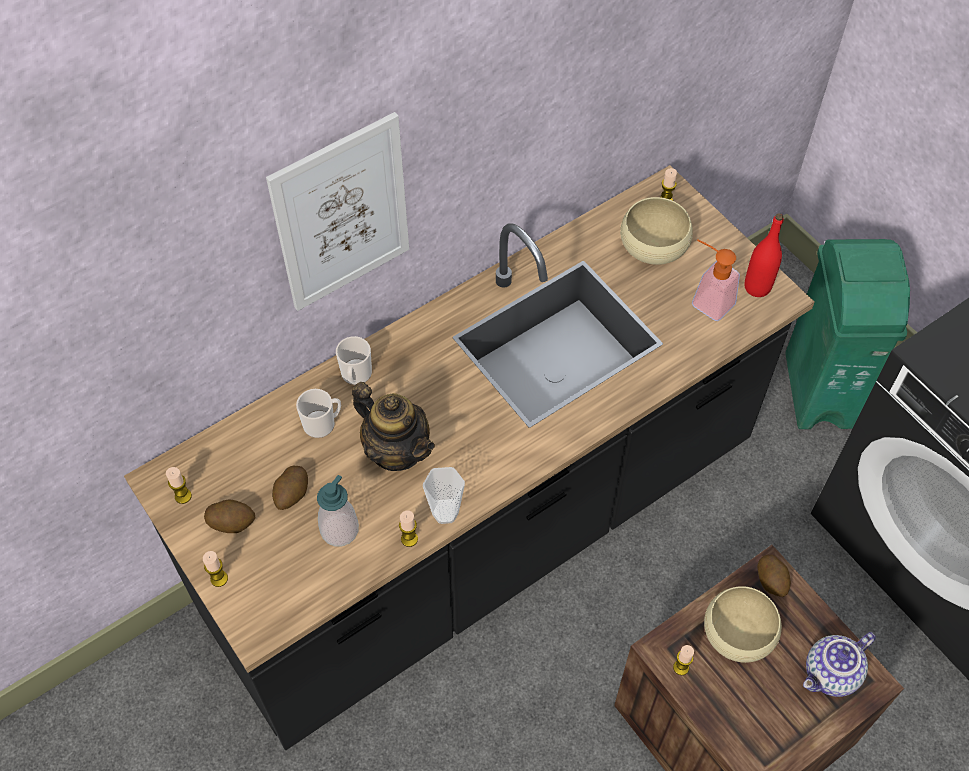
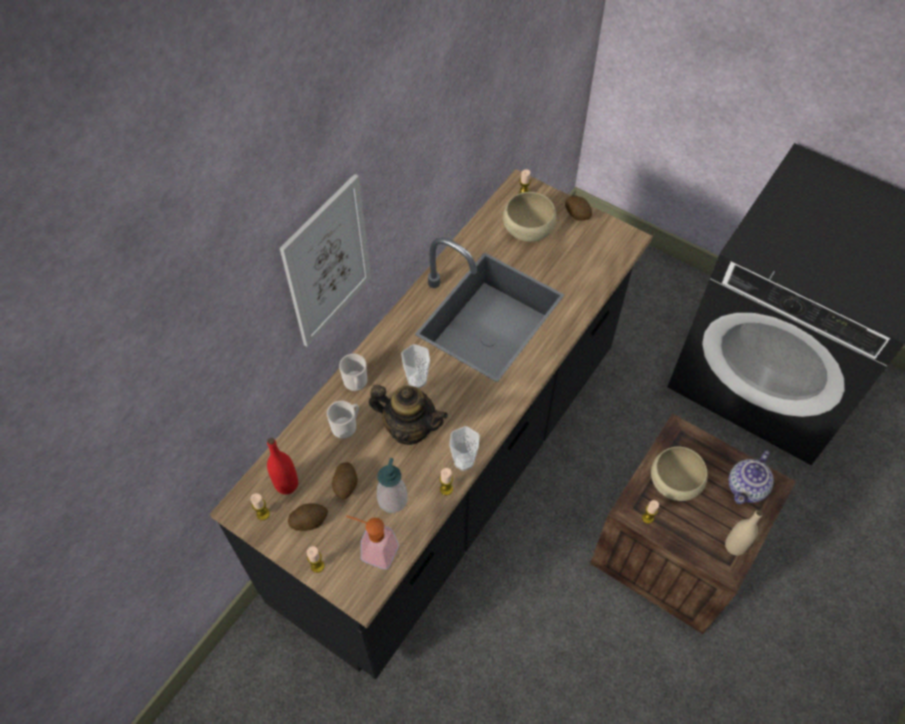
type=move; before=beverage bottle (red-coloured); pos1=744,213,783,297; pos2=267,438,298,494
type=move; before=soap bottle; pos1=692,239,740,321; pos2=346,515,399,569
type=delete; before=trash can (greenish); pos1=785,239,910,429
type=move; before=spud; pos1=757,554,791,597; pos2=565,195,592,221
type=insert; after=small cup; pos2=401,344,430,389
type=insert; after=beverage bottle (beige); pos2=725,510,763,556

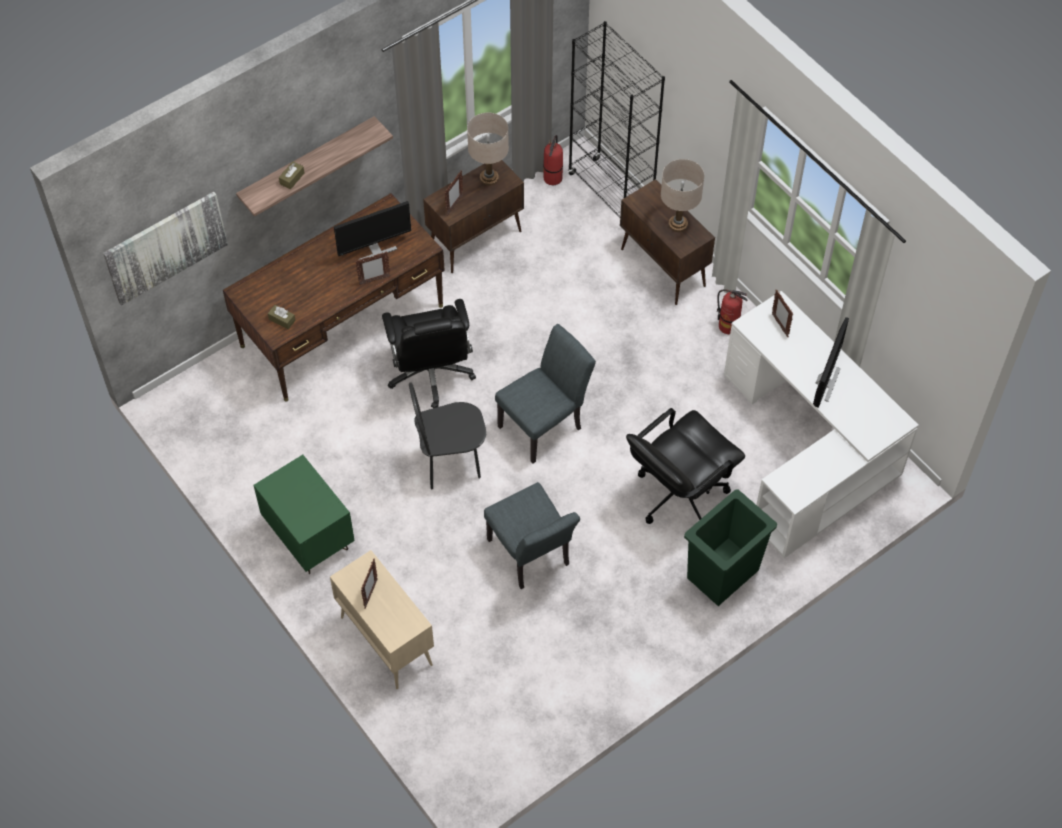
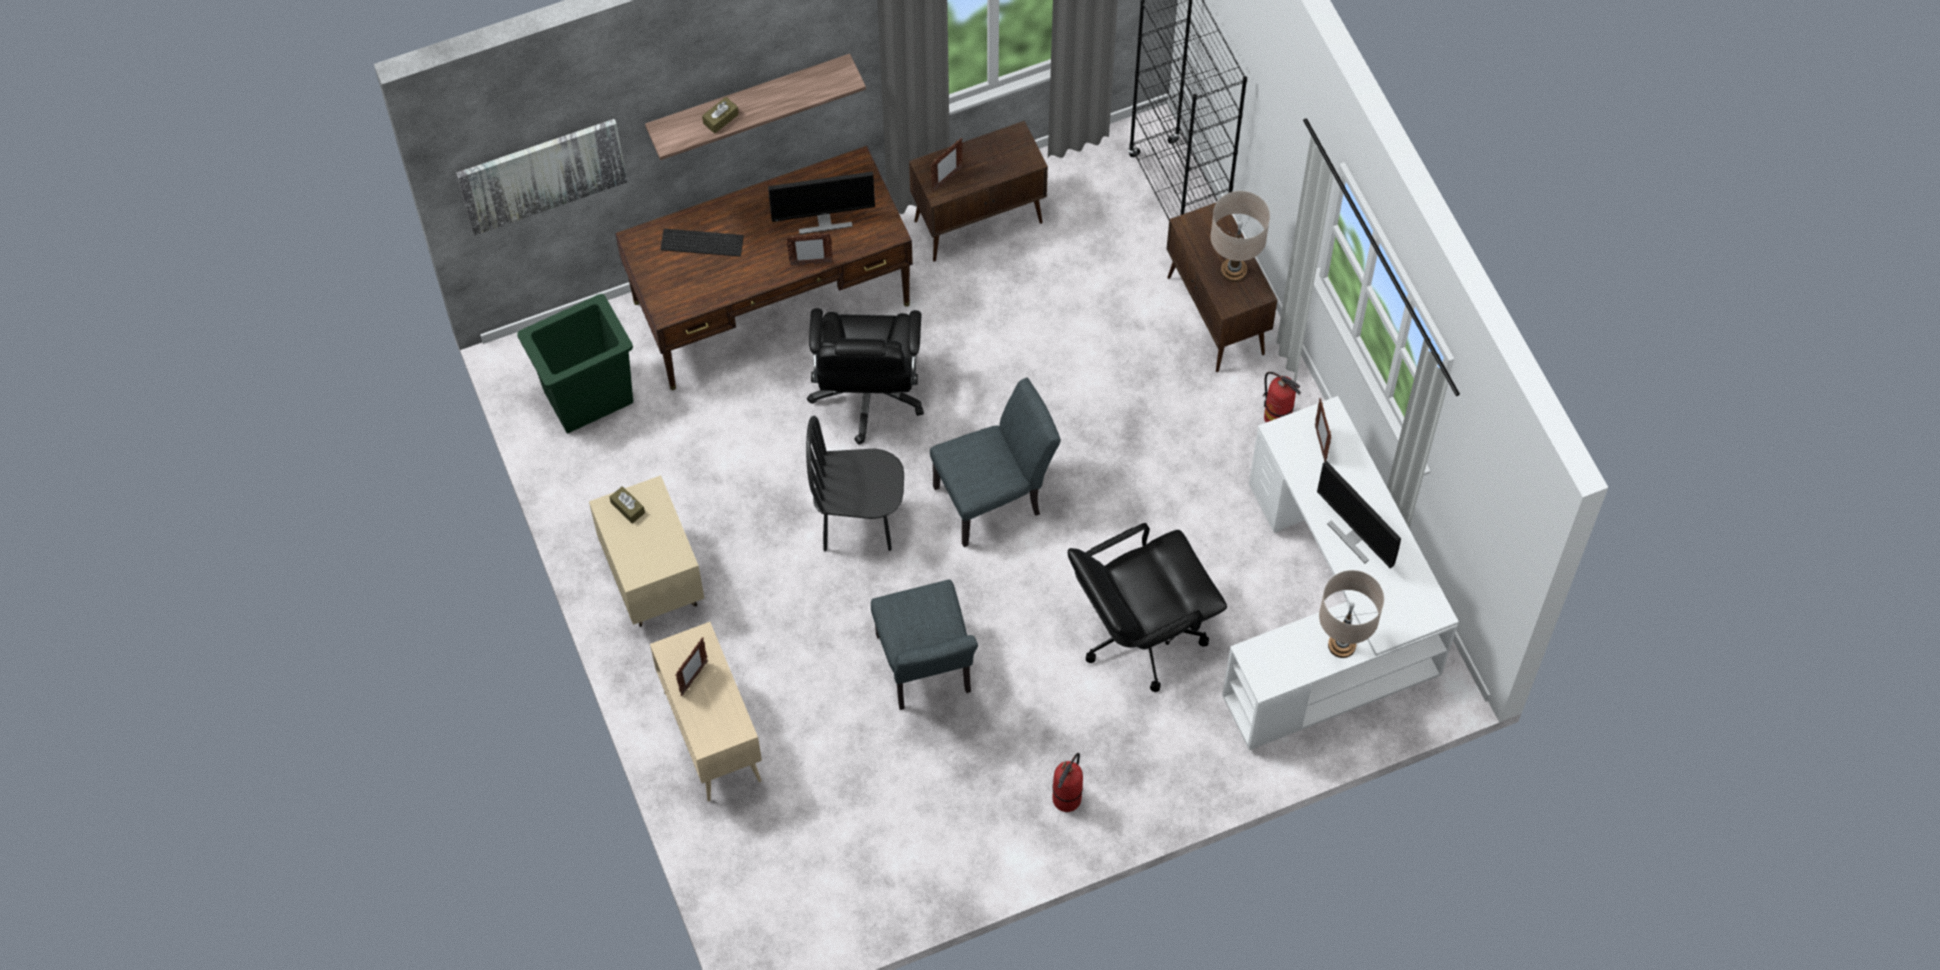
type=move; before=lamp for a table (beige); pos1=467,113,509,186; pos2=1319,570,1384,658
type=move; before=extinguisher; pos1=543,135,563,185; pos2=1053,753,1083,812
type=move; before=box of tissues (brown-coloured); pos1=268,305,296,329; pos2=610,486,645,524
type=rotate; before=computer screen; pos1=813,317,849,408; pos2=1317,461,1401,568; turn=105
type=recolor; before=nightstand (greenish); after=nightstand (beige); pos1=254,455,355,574; pos2=589,475,705,627
type=move; before=trash can (greenish); pos1=684,489,777,606; pos2=517,294,633,434
type=insert; after=keyboard; pos2=660,229,744,257

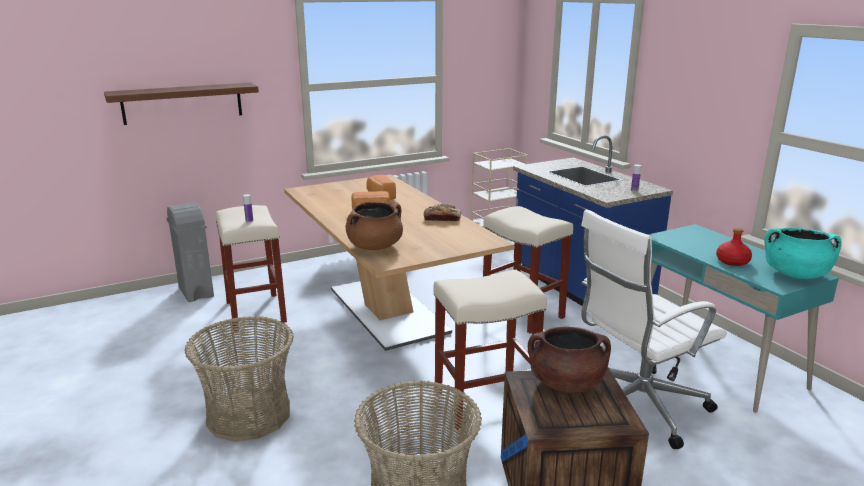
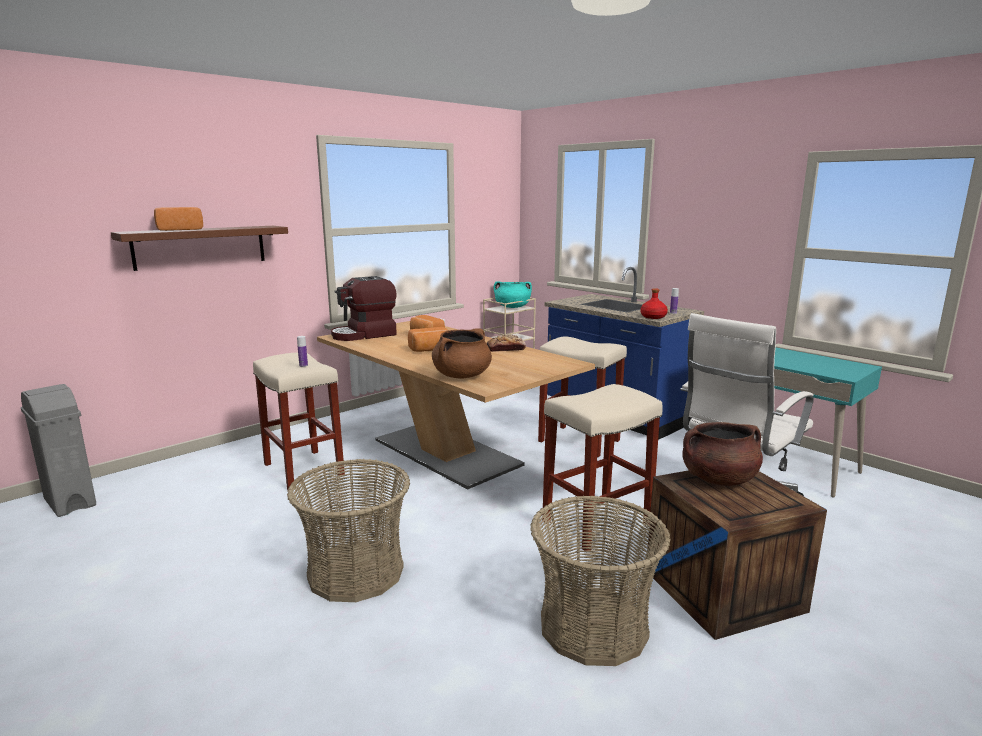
type=move; before=trash can (gray); pos1=167,202,214,302; pos2=21,384,96,517
type=move; before=beverage bottle (red-coloured); pos1=716,228,752,266; pos2=640,288,668,319
type=move; before=cooking pot (turquoise-coloured); pos1=764,228,842,279; pos2=494,281,532,308
type=insert; after=bread; pos2=154,207,203,231
type=insert; after=coffee machine; pos2=331,276,397,341

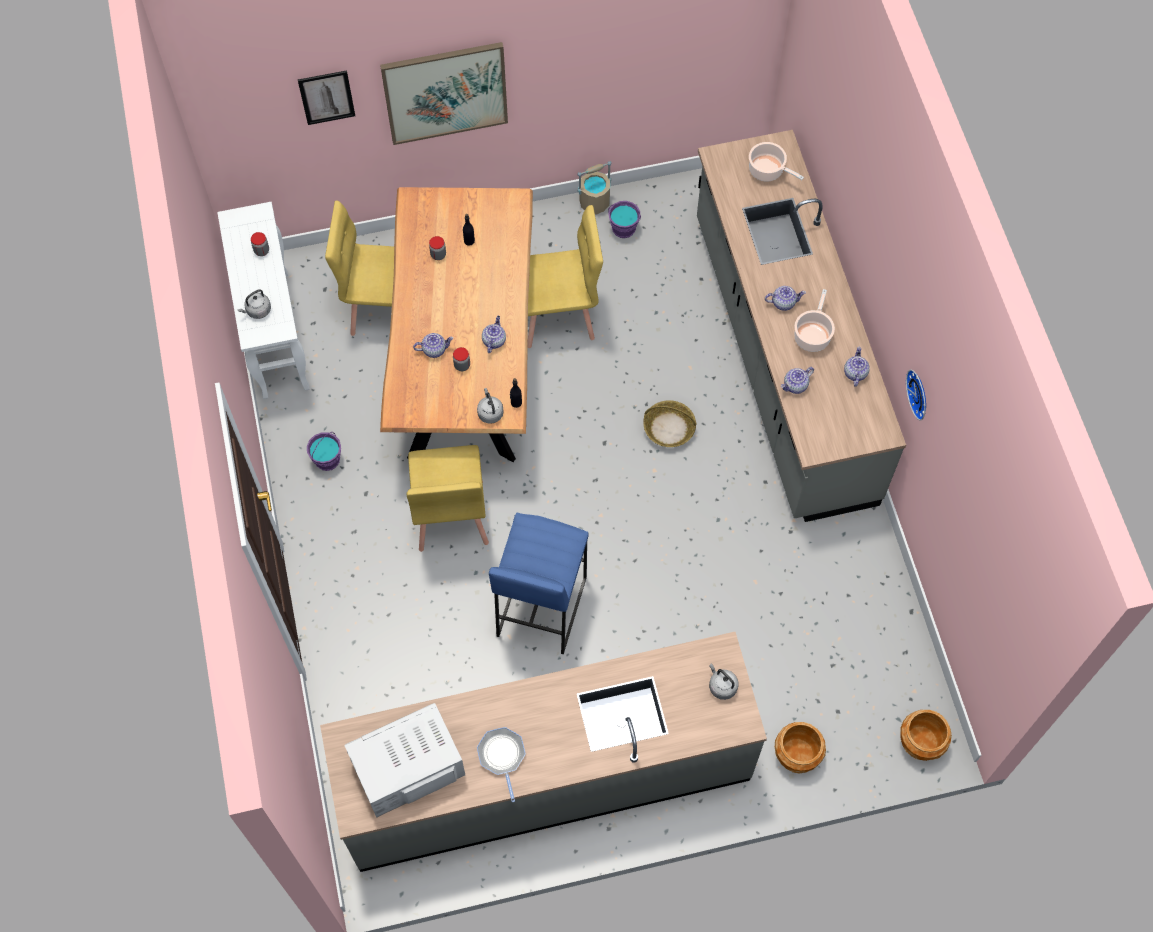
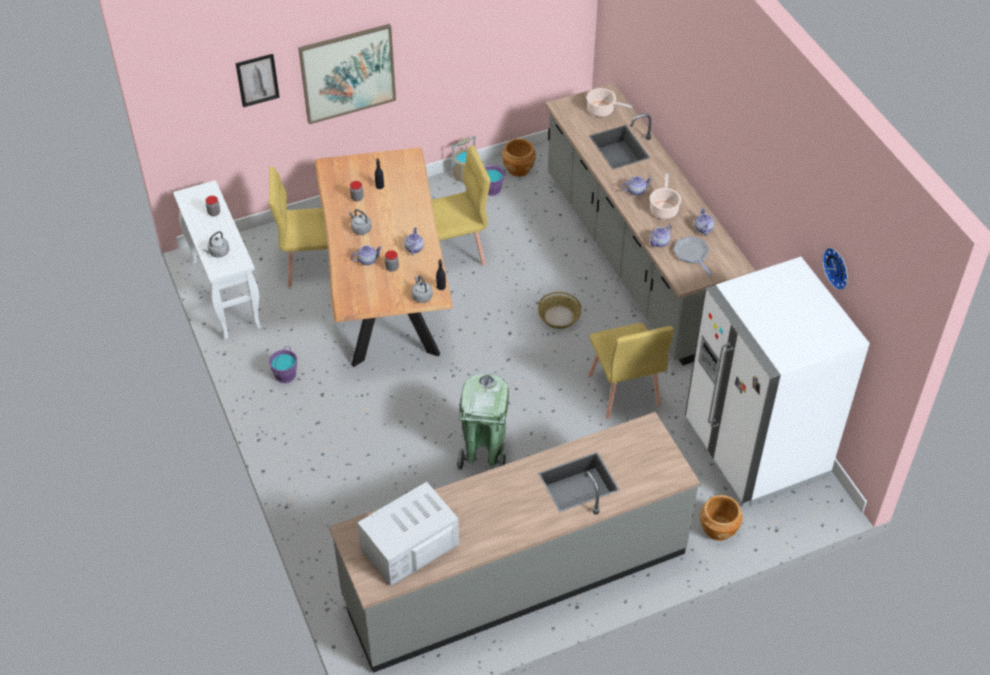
type=move; before=hanging clock; pos1=906,370,926,421; pos2=822,248,848,290
type=move; before=upright chair (yellow); pos1=406,445,489,552; pos2=588,323,674,419
type=replace; before=stool (blue); after=trash can (greenish); pos1=489,513,588,654; pos2=457,374,509,470
type=move; before=water kettle (gray); pos1=709,663,738,700; pos2=349,209,372,235
type=move; before=plant pot (brown-coloured); pos1=900,710,952,761; pos2=502,138,536,177
type=move; before=frying pan; pos1=477,727,526,802; pos2=674,237,712,276
type=insert; after=fridge (whitish); pos2=685,257,870,508

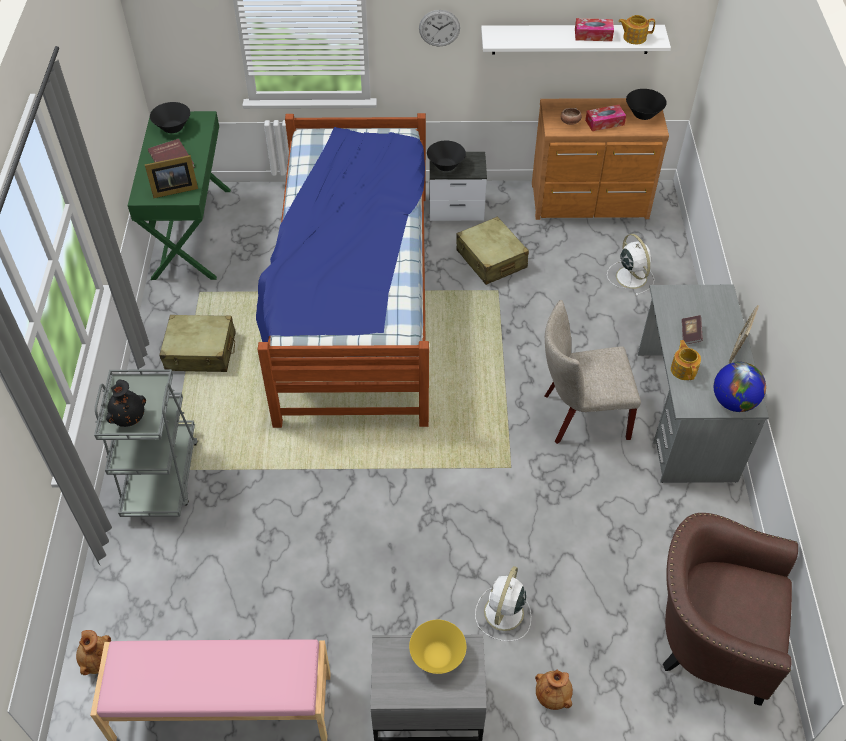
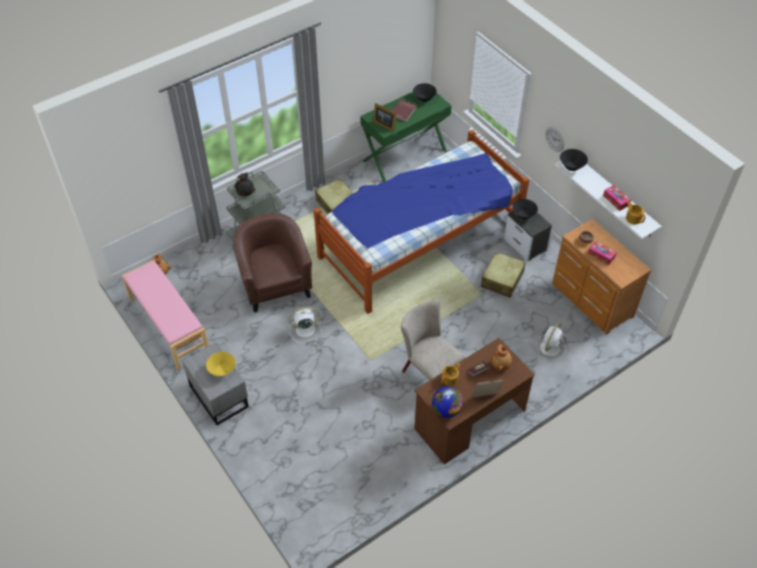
type=move; before=bowl (blackish); pos1=626,89,667,120; pos2=560,149,588,171
type=recolor; before=desk (gray); after=desk (brown-coloured); pos1=638,285,769,483; pos2=414,338,535,465
type=move; before=easy chair (brown-coloured); pos1=663,513,798,706; pos2=233,213,312,313
type=move; before=fan (whitish); pos1=475,566,531,641; pos2=289,307,322,343
type=move; before=decorative vase (brown-coloured); pos1=535,670,573,710; pos2=491,344,512,371

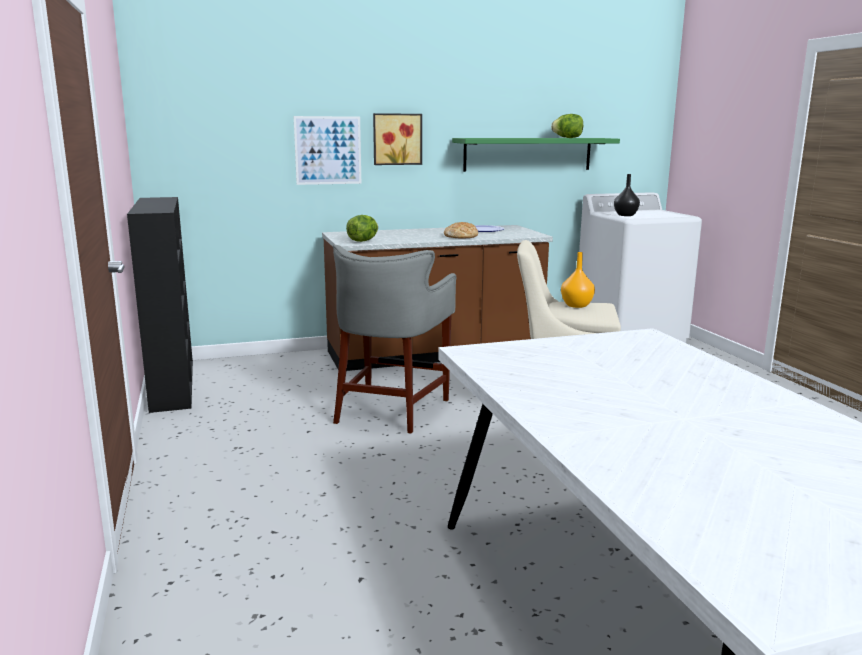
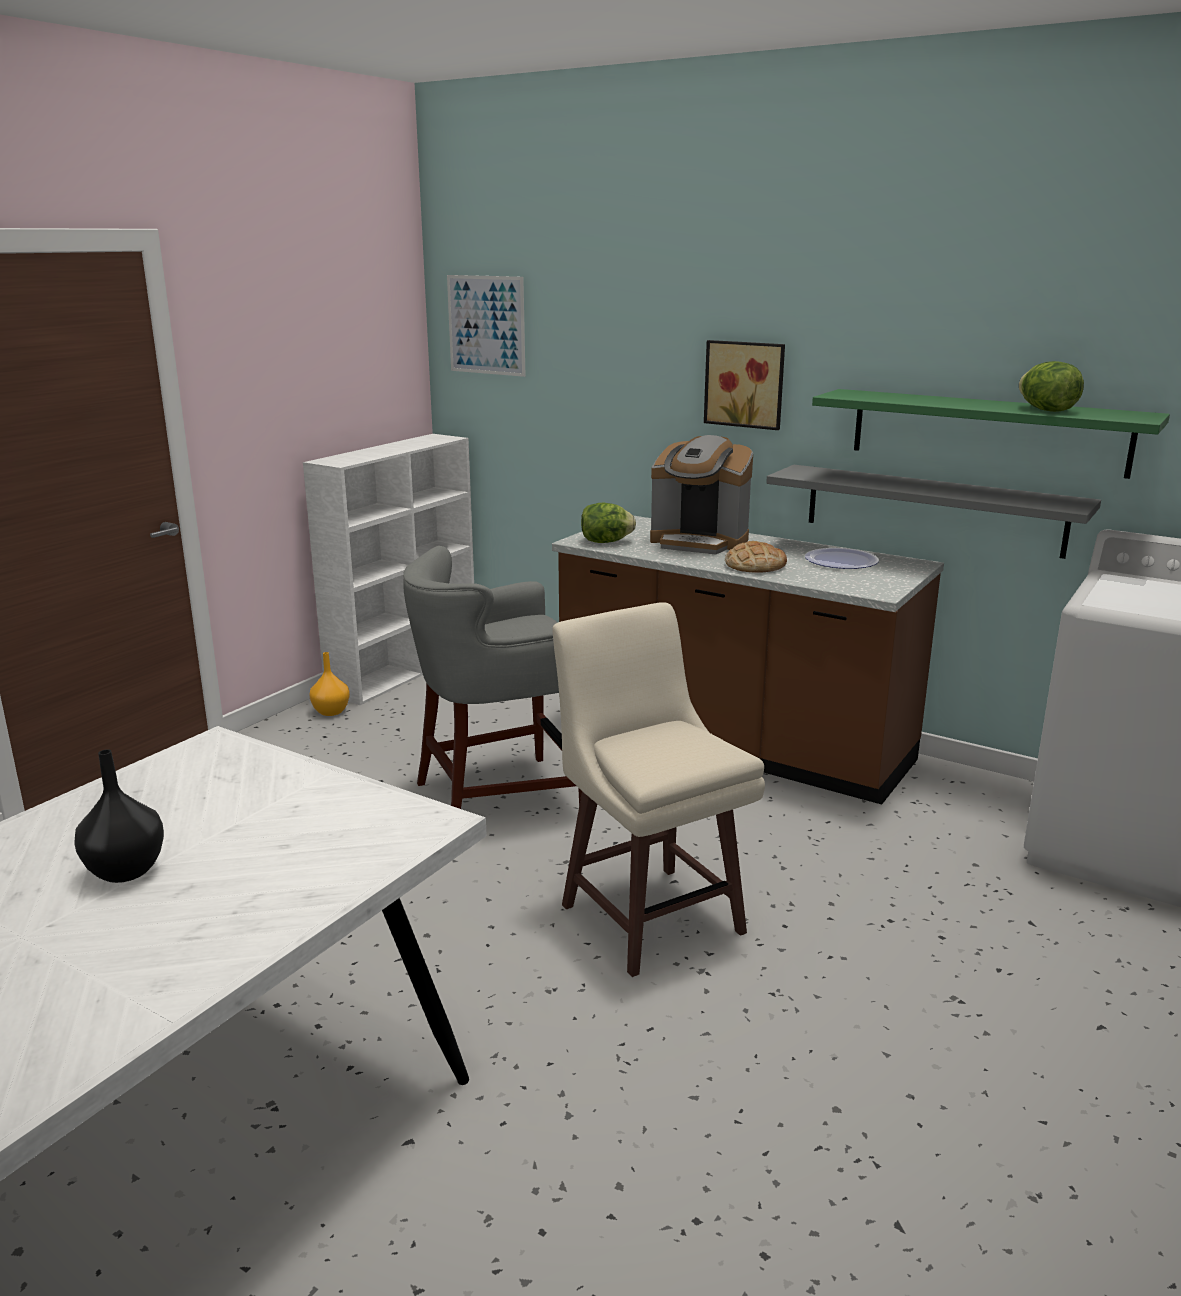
type=move; before=picture; pos1=293,116,361,185; pos2=447,275,526,377
type=move; before=decorative vase (blackish); pos1=614,174,640,216; pos2=74,749,164,883
type=recolor; before=bookshelf (blackish); after=bookshelf (whitish); pos1=127,197,193,413; pos2=303,434,474,705
type=move; before=decorative vase (orange-coloured); pos1=561,252,595,308; pos2=309,652,350,716
type=insert; after=coffee machine; pos2=650,435,753,555
type=insert; after=shelf (gray); pos2=766,465,1101,559

